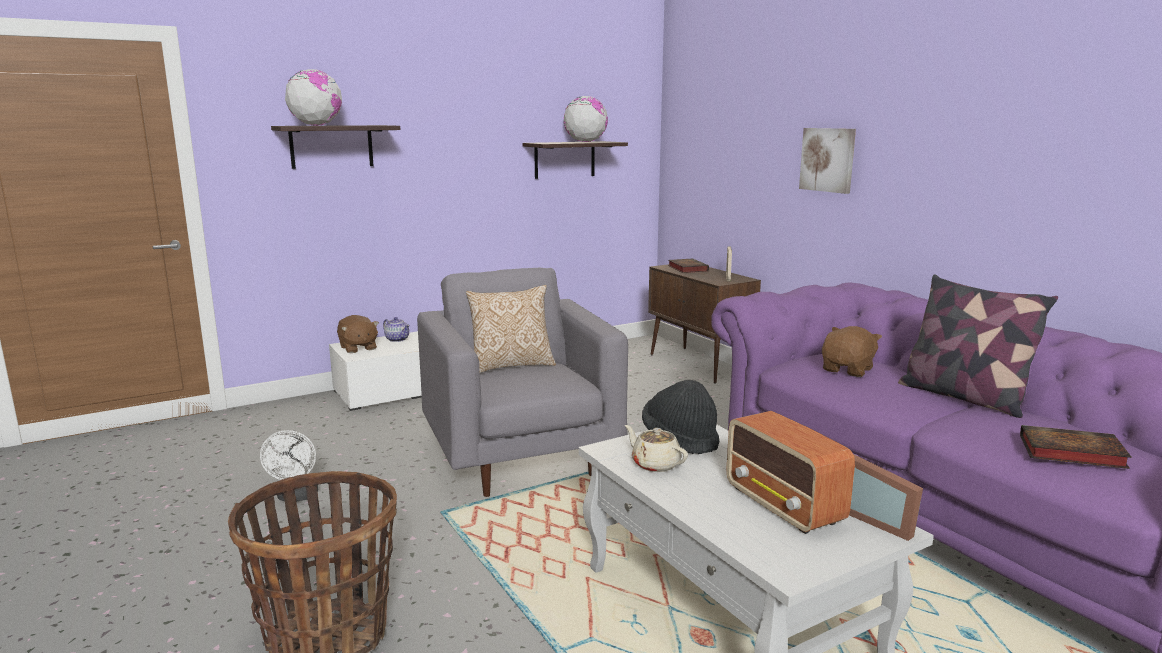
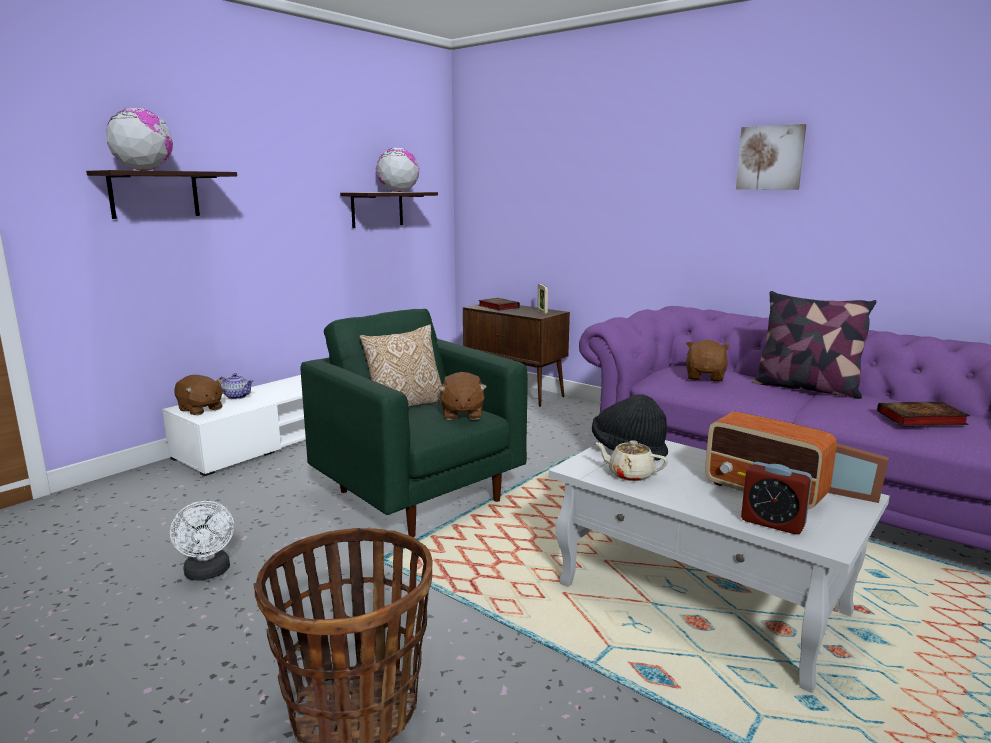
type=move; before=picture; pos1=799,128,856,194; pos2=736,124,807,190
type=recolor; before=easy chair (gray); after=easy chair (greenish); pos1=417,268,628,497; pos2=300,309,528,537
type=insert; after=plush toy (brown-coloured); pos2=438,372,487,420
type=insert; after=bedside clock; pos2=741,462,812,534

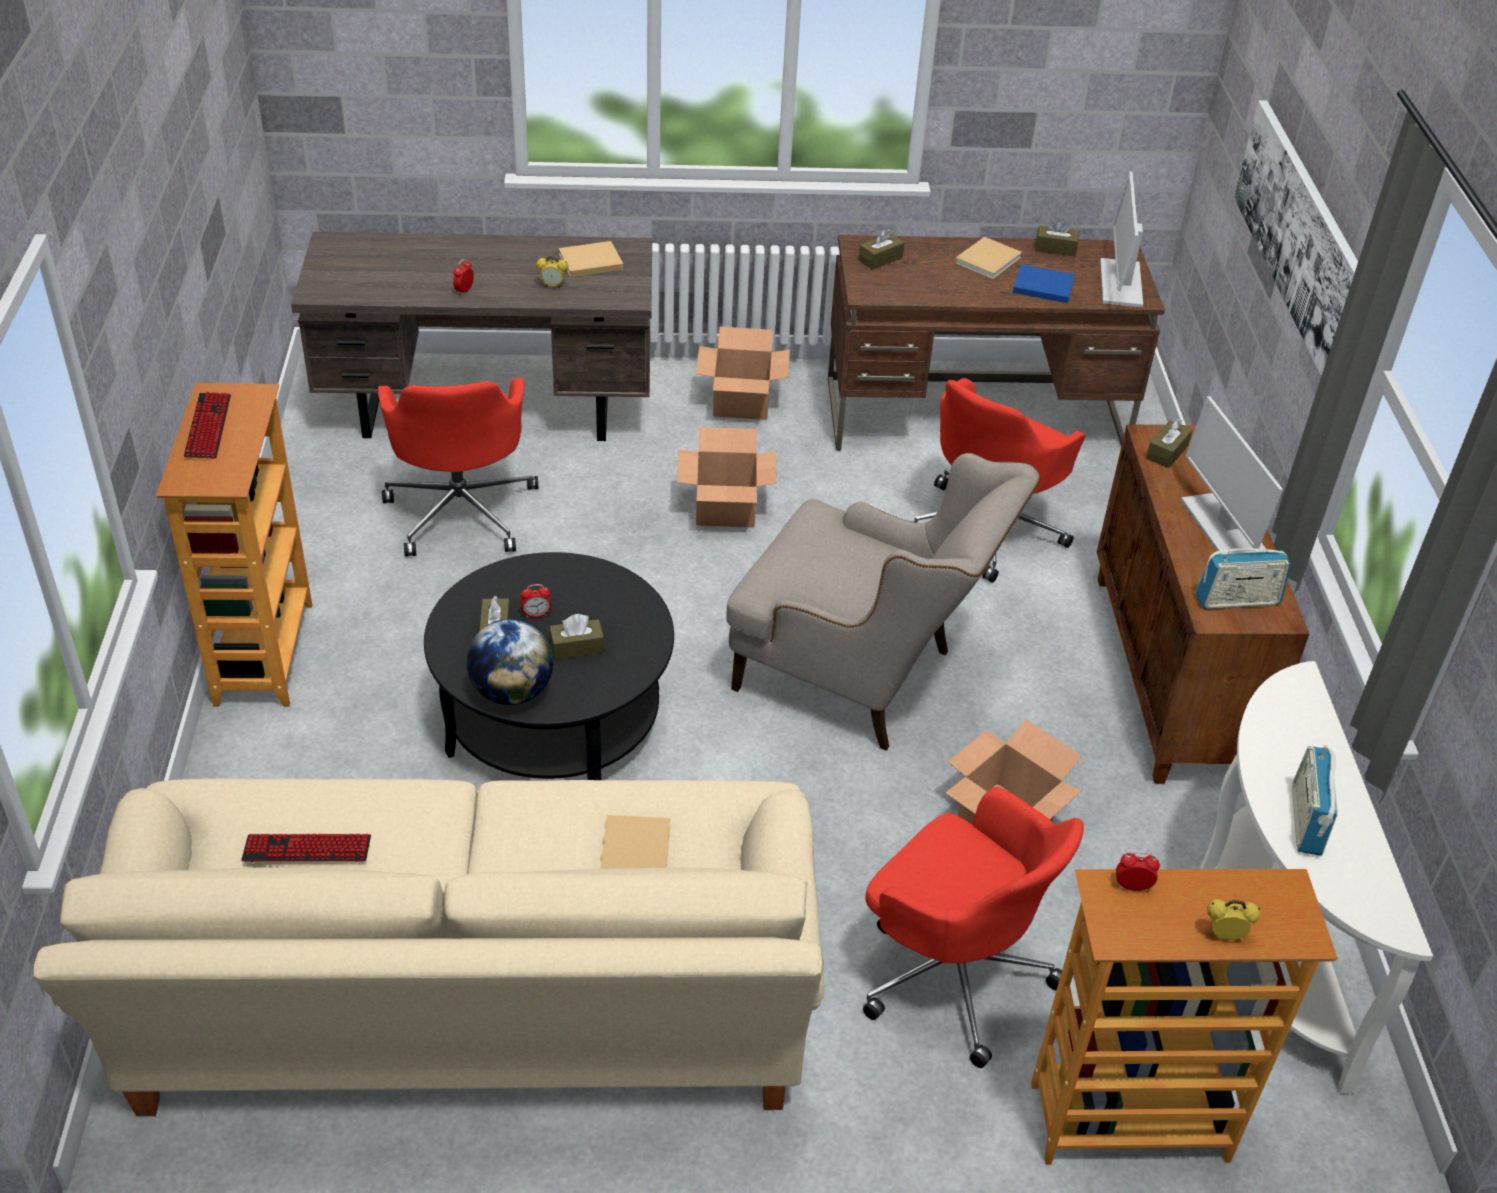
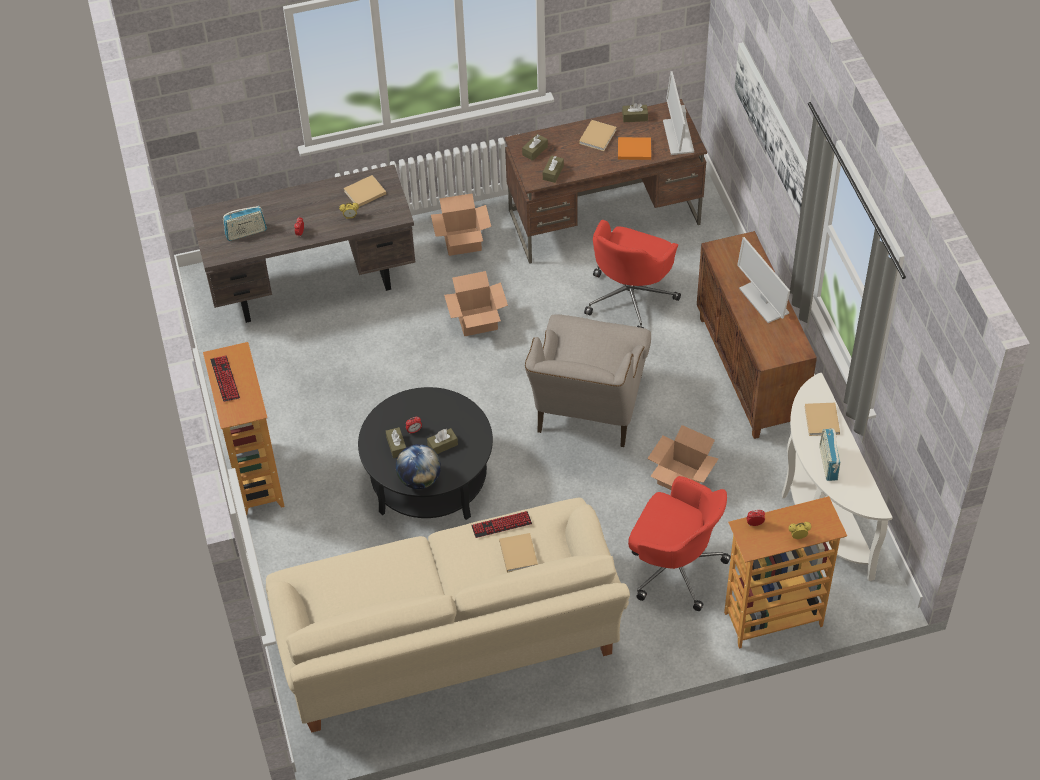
type=recolor; before=bound book (blue); after=bound book (orange-coloured); pos1=1013,264,1075,303; pos2=618,137,651,160
type=delete; before=desk chair (red-coloured); pos1=378,378,539,557
type=move; before=box of tissues (brown-coloured); pos1=1146,419,1192,468; pos2=543,155,564,183
type=rotate; before=easy chair (beige); pos1=726,453,1041,751; pos2=525,314,651,447; turn=90
type=move; before=radio receiver; pos1=1195,548,1291,609; pos2=223,206,267,241
type=move; before=keyboard; pos1=241,834,371,862; pos2=471,511,532,538
type=insert; after=bound book (beige); pos2=804,403,840,436

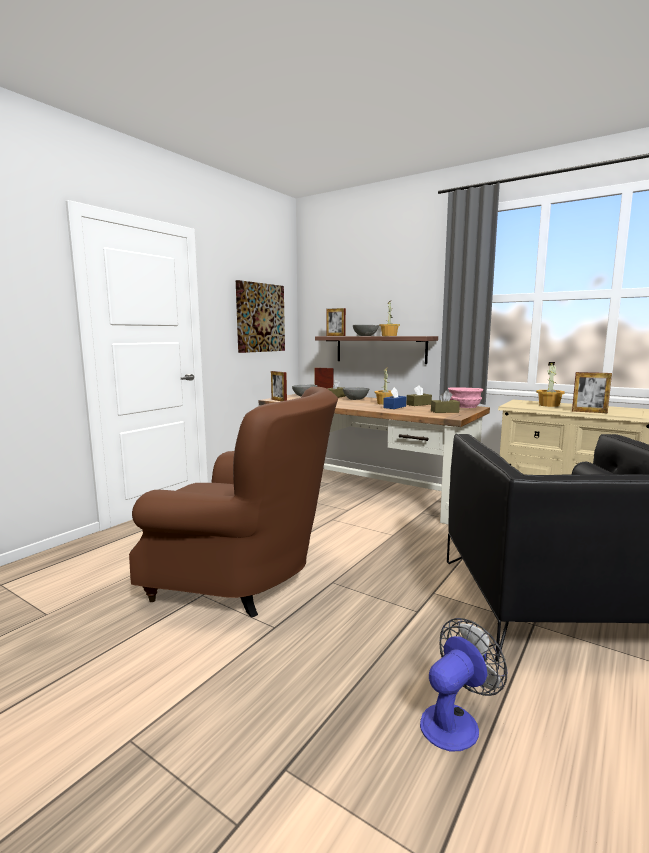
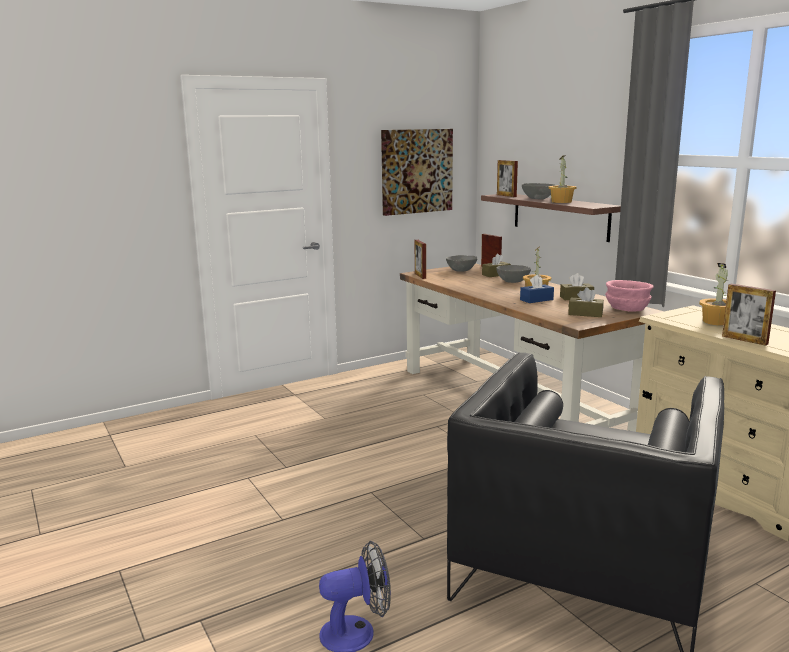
type=delete; before=easy chair (brown-coloured); pos1=129,387,338,618

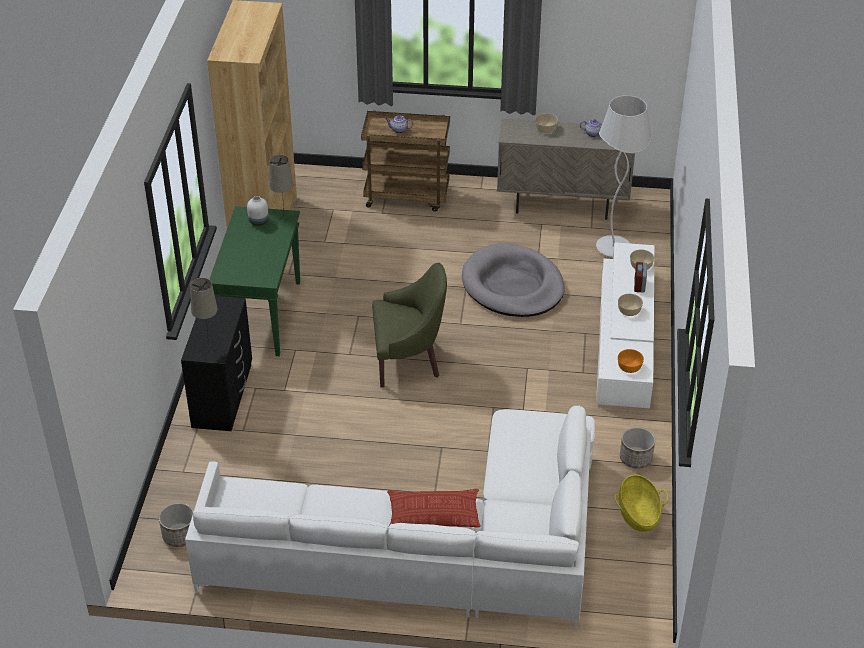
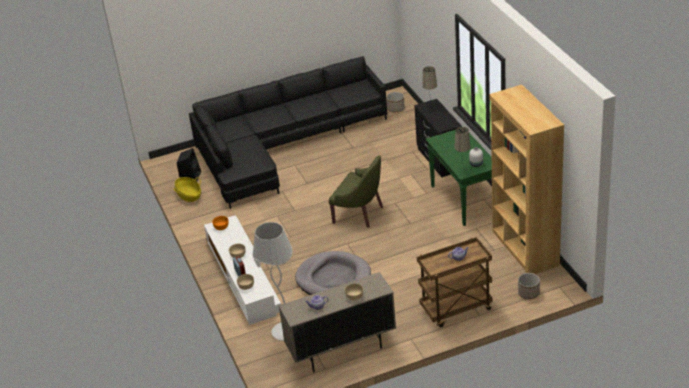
type=rotate; before=easy chair (greenish); pos1=372,263,447,388; pos2=329,156,383,228; turn=-120
type=recolor; before=couch (whitish); after=couch (blackish); pos1=185,406,595,628; pos2=189,56,387,209
type=move; before=plant pot; pos1=620,427,655,469; pos2=518,273,540,299
type=delete; before=throw pillow; pos1=387,489,481,527
type=insert; after=speaker (blackish); pos2=177,148,201,181

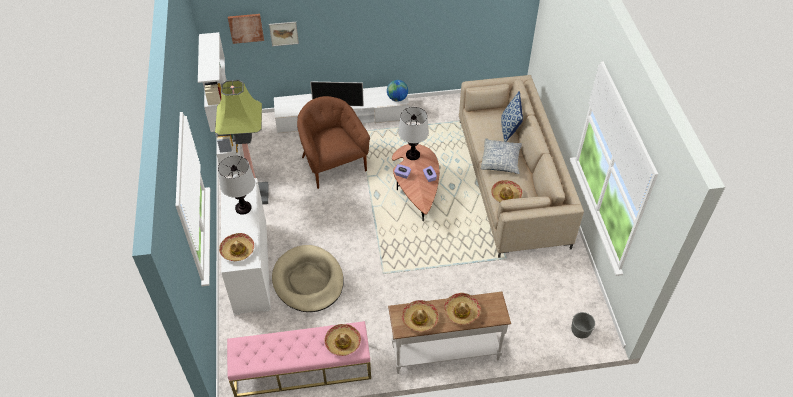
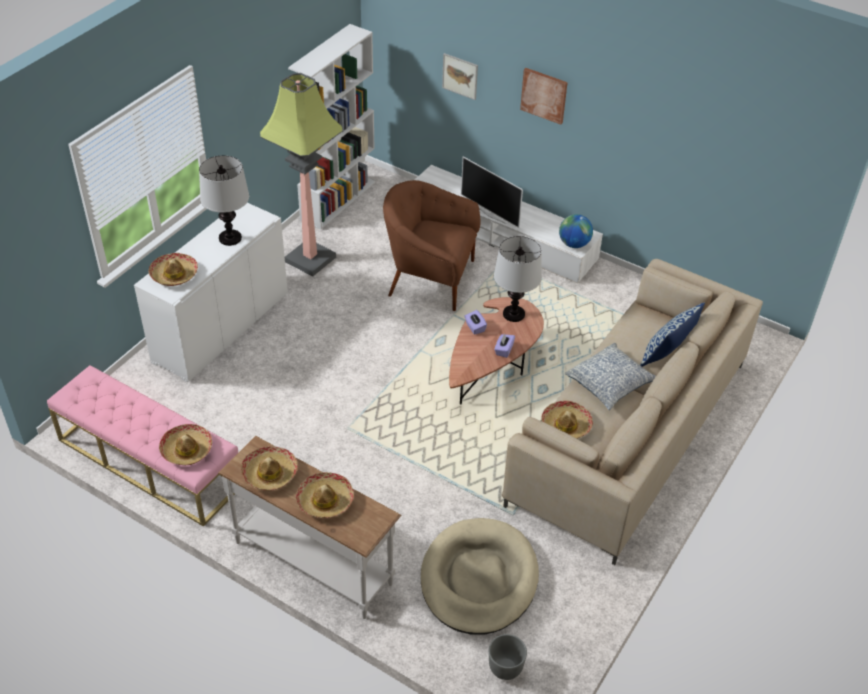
type=move; before=picture; pos1=228,14,264,44; pos2=520,68,568,125
type=rotate; before=easy chair (brown-coloured); pos1=297,96,370,189; pos2=383,180,480,311; turn=-90
type=move; before=dog cushion (beige); pos1=272,245,344,312; pos2=421,518,539,635

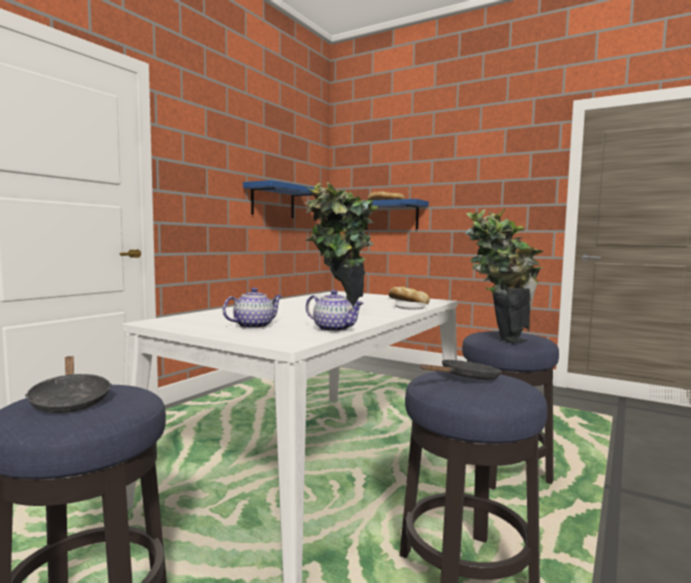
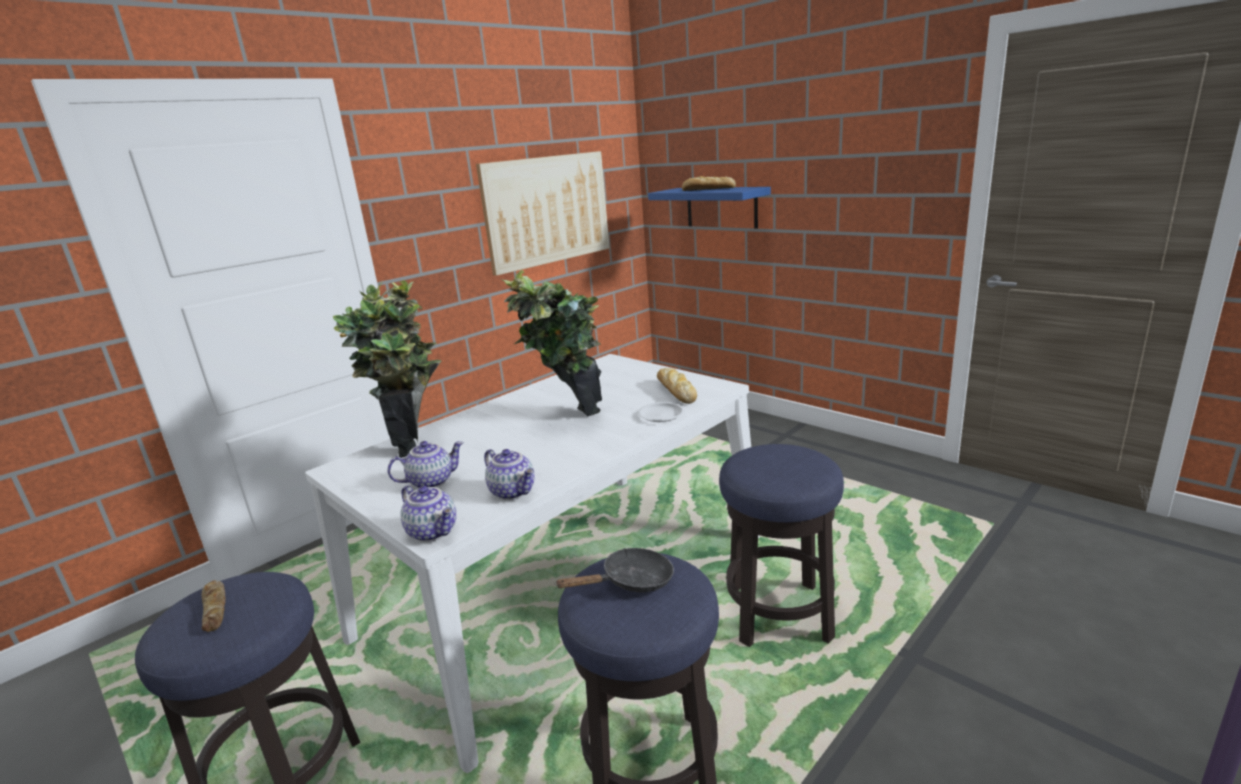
type=replace; before=shelf (blue); after=picture; pos1=243,180,314,218; pos2=476,151,610,276
type=move; before=potted plant; pos1=465,209,544,344; pos2=333,280,441,458
type=replace; before=frying pan (blackish); after=bread; pos1=25,356,112,413; pos2=201,580,225,632
type=insert; after=teapot; pos2=400,485,456,542

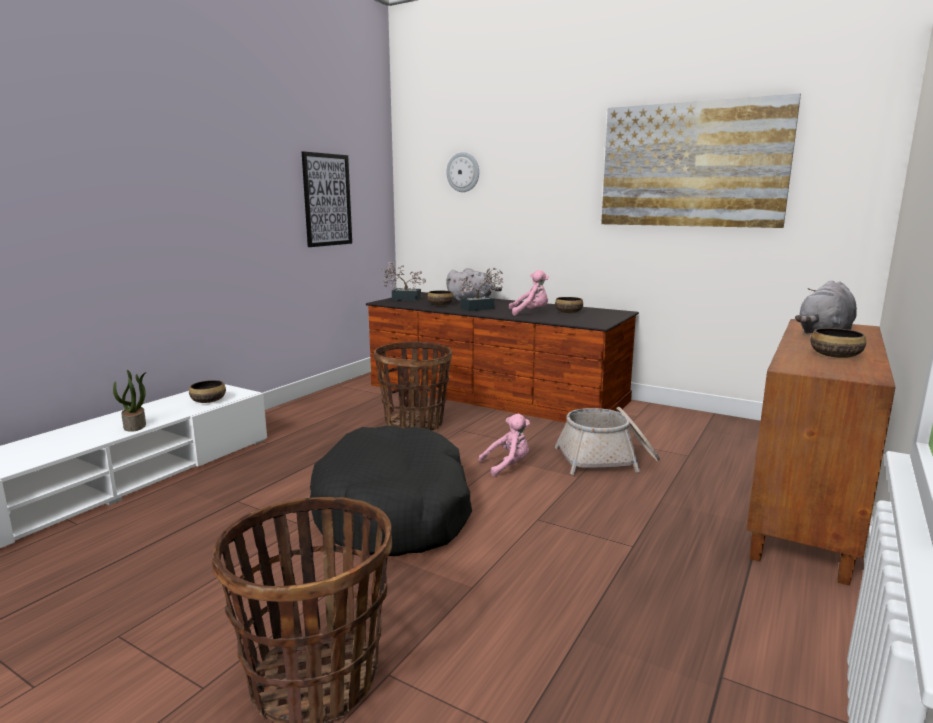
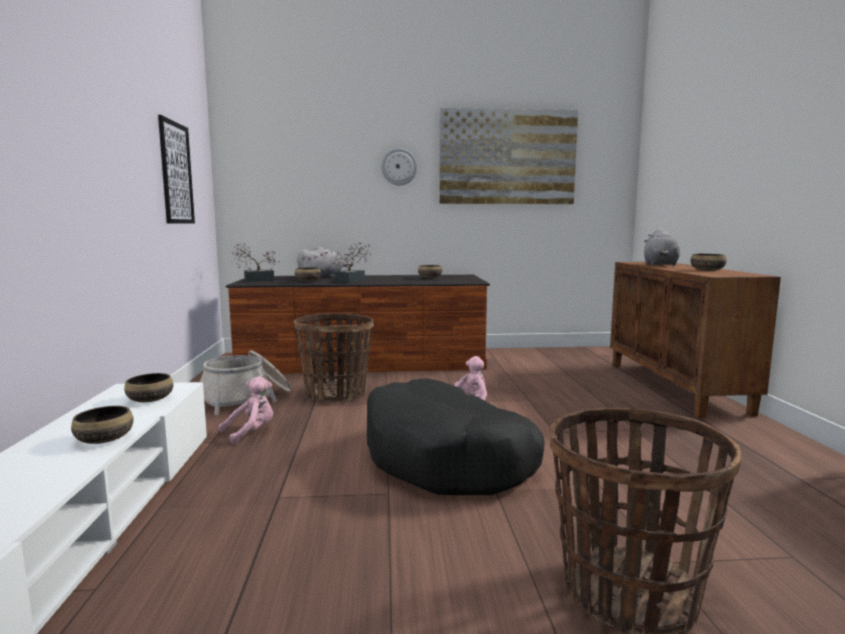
type=move; before=hanging clock; pos1=446,152,479,192; pos2=381,148,417,185
type=move; before=plush toy (pinkish); pos1=509,270,549,316; pos2=219,376,273,445
type=replace; before=potted plant; after=bowl; pos1=113,370,146,432; pos2=71,406,133,444
type=move; before=basket; pos1=555,407,660,475; pos2=200,351,292,415

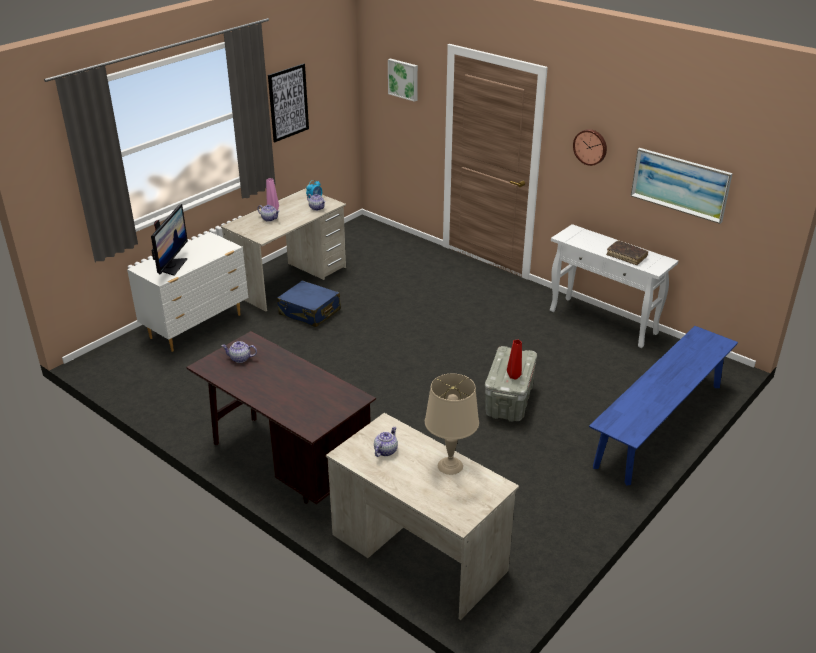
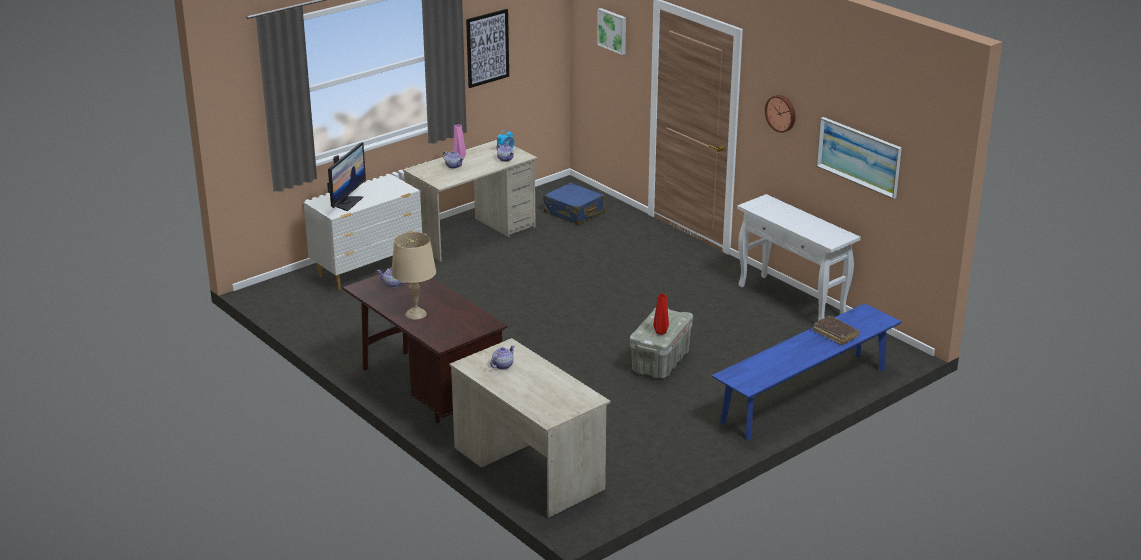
type=move; before=bound book (brown-coloured); pos1=606,241,648,265; pos2=813,316,859,345
type=move; before=piece of luggage (blue); pos1=277,281,341,327; pos2=543,183,605,225
type=move; before=lamp for a table (beige); pos1=425,374,479,475; pos2=391,232,436,320

